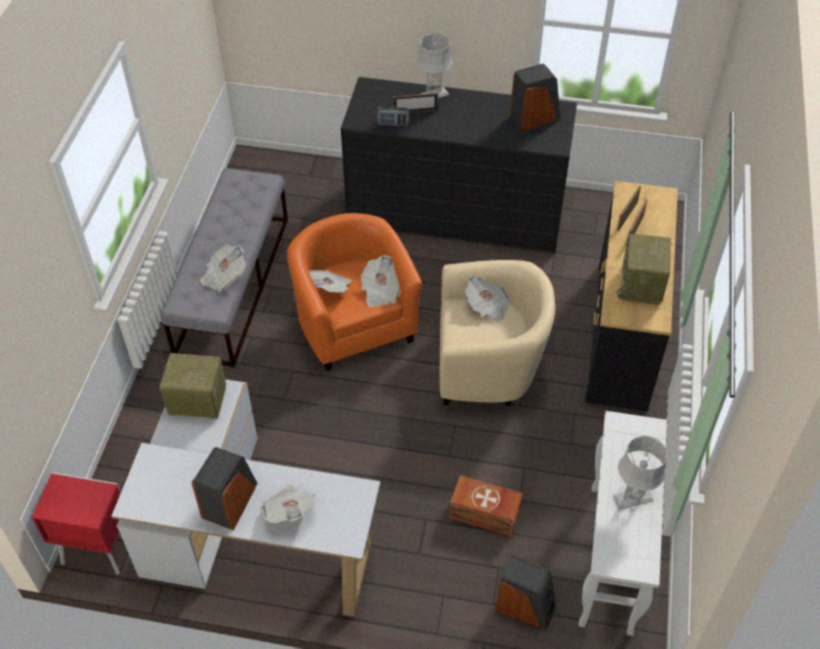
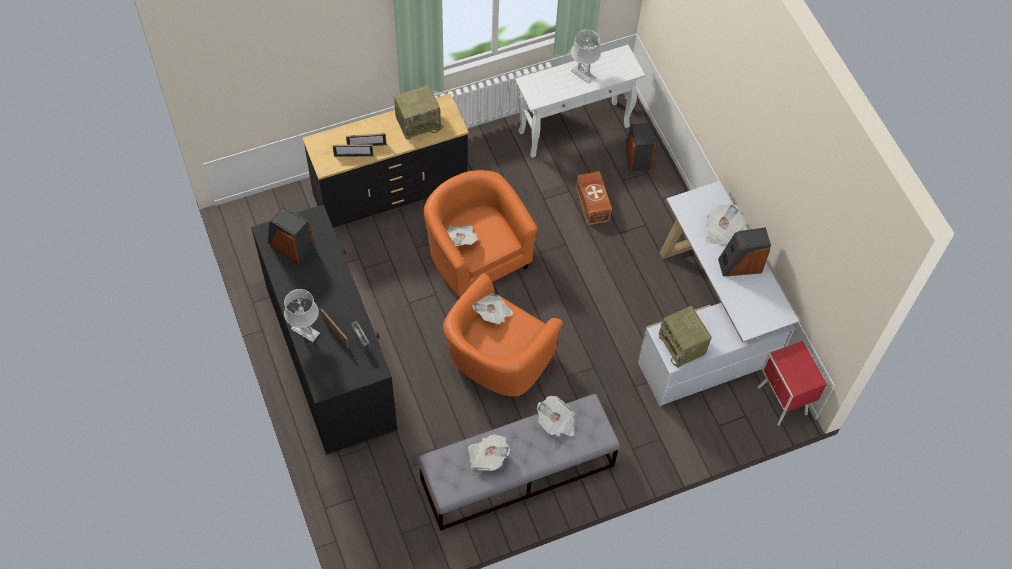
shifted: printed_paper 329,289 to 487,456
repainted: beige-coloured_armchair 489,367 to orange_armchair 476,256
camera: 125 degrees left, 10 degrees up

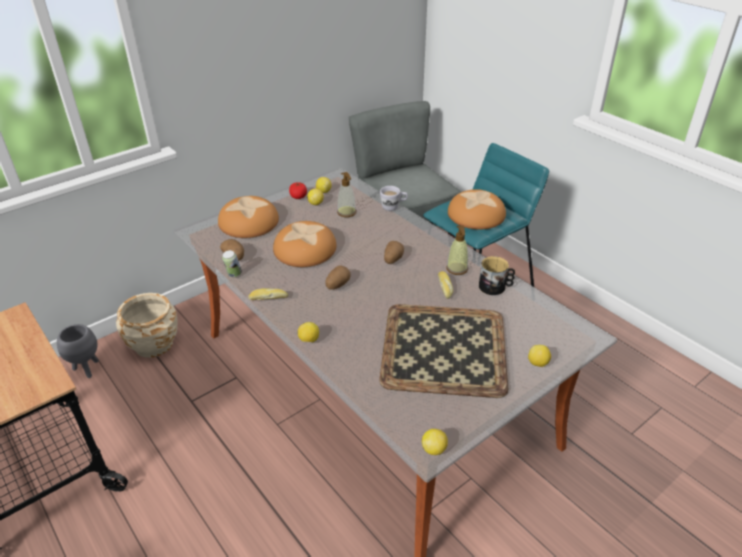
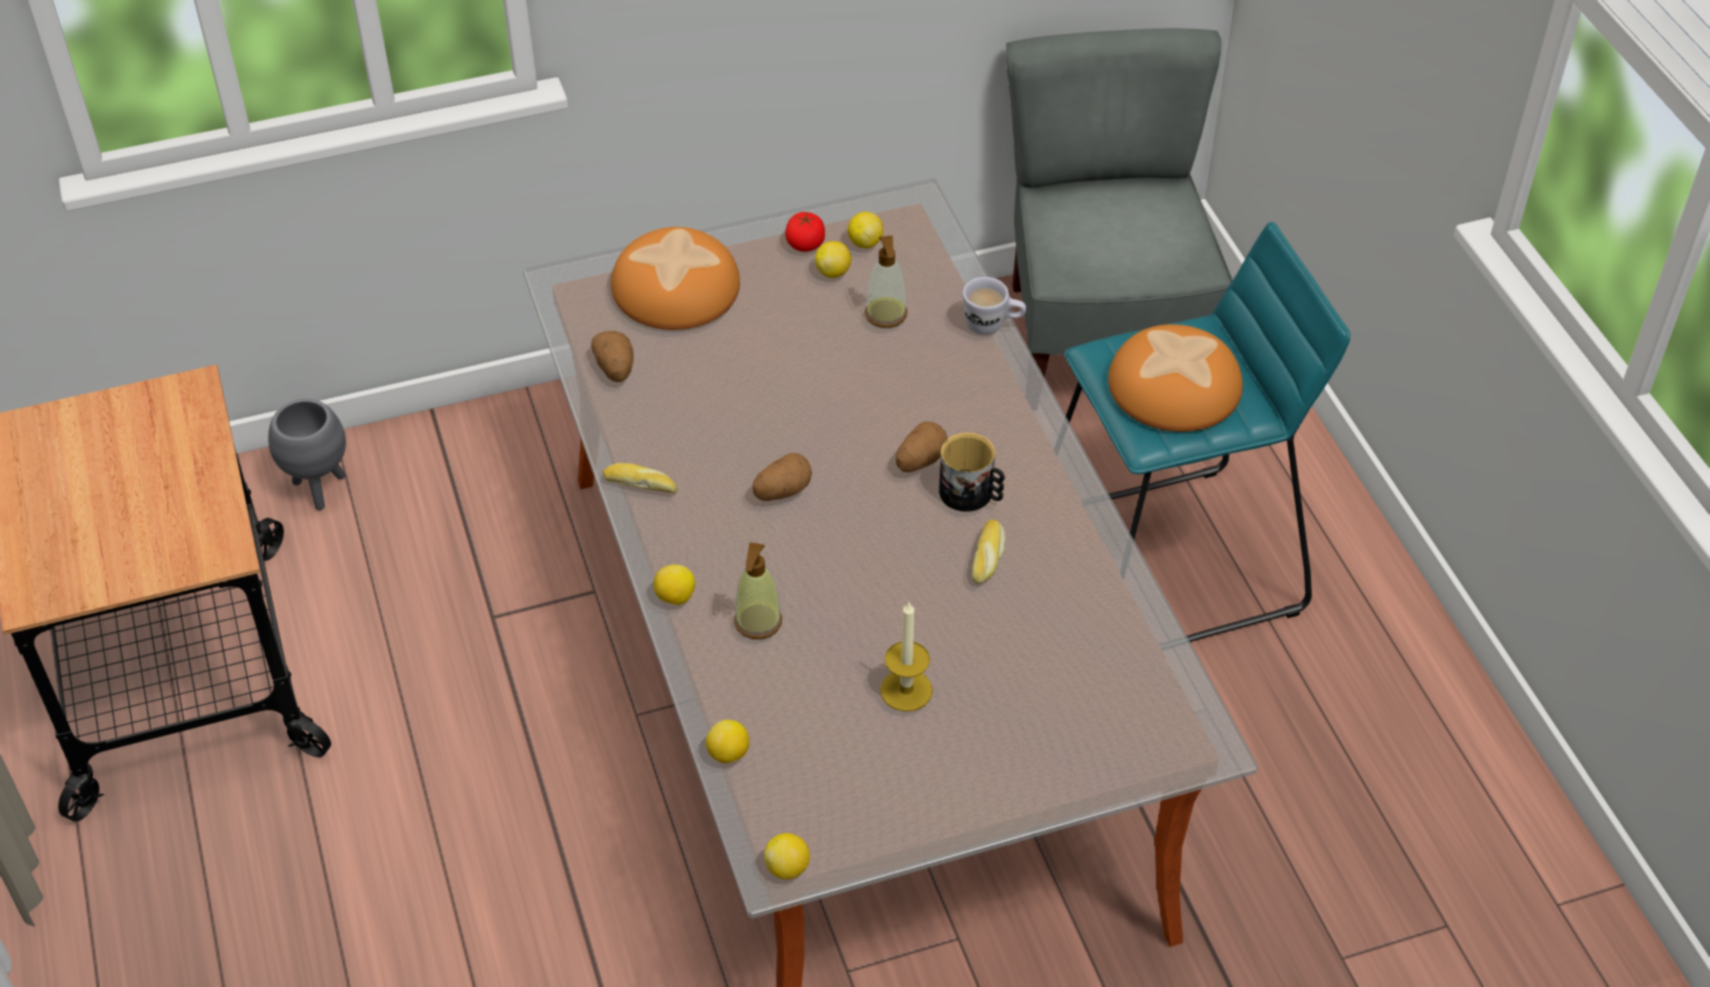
gone: beige-coloured_flower_pot 153,344; metal_can 233,275; bakery_bread 305,249
shifted: soap_dispenser 457,269 to 758,622; tea_mug 495,287 to 972,494; whole_lemon 538,363 to 728,754
swapped: tray 442,350 to wax_light 906,690
camera: 20 degrees right, 10 degrees up

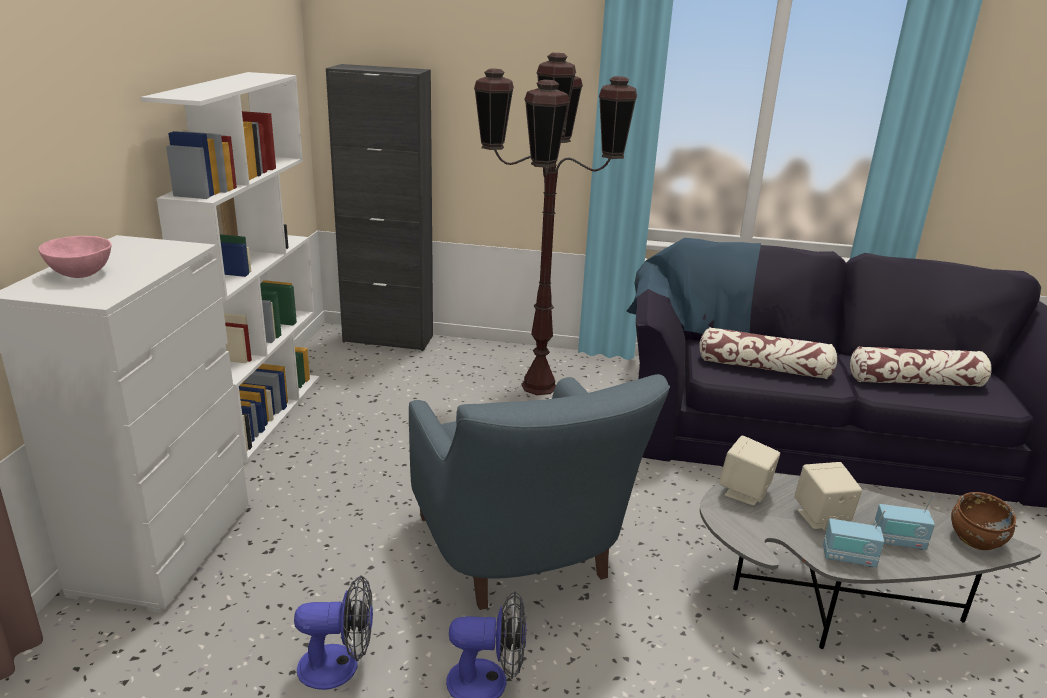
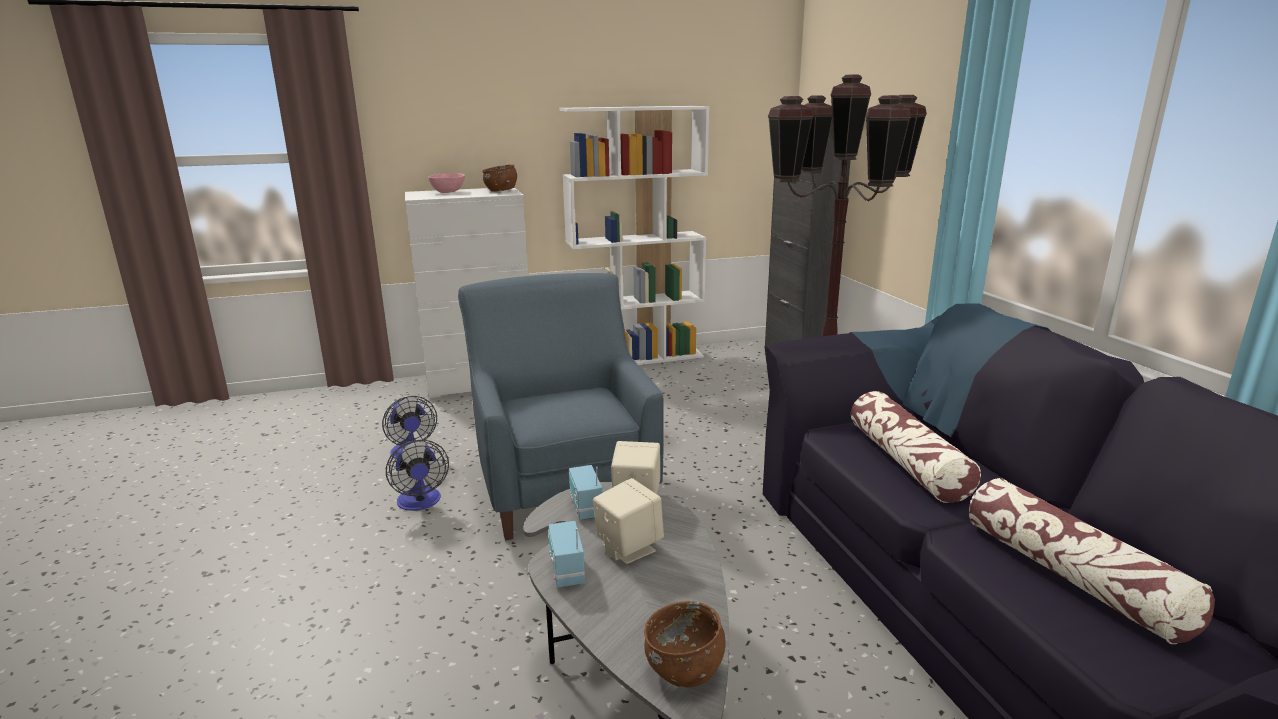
new: brown_bowl 501,190
shifted: radio_receiver 898,541 to 585,508
rotated: bluish_armchair 523,557 = 562,482 120 degrees clockwise
camera: 65 degrees right, 5 degrees down

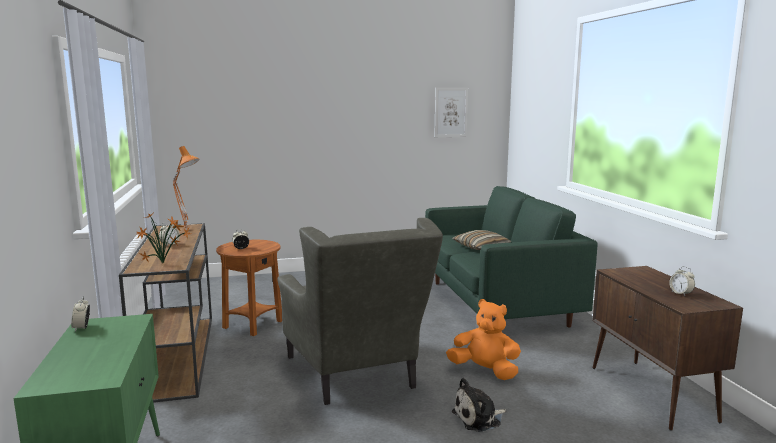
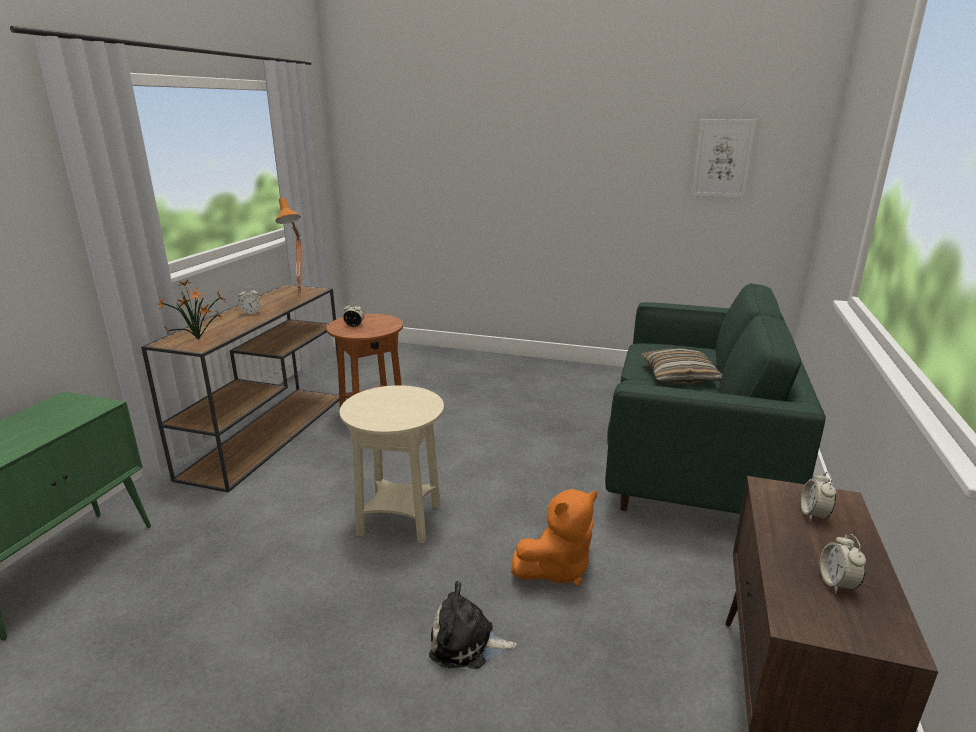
shifted: alarm_clock 82,328 to 814,514
swapped: grey_armchair 358,376 to beige-coloured_end_table 399,520
rotated: orange_cuddly_toy 485,371 = 556,568 90 degrees clockwise
camera: 30 degrees right, 10 degrees up

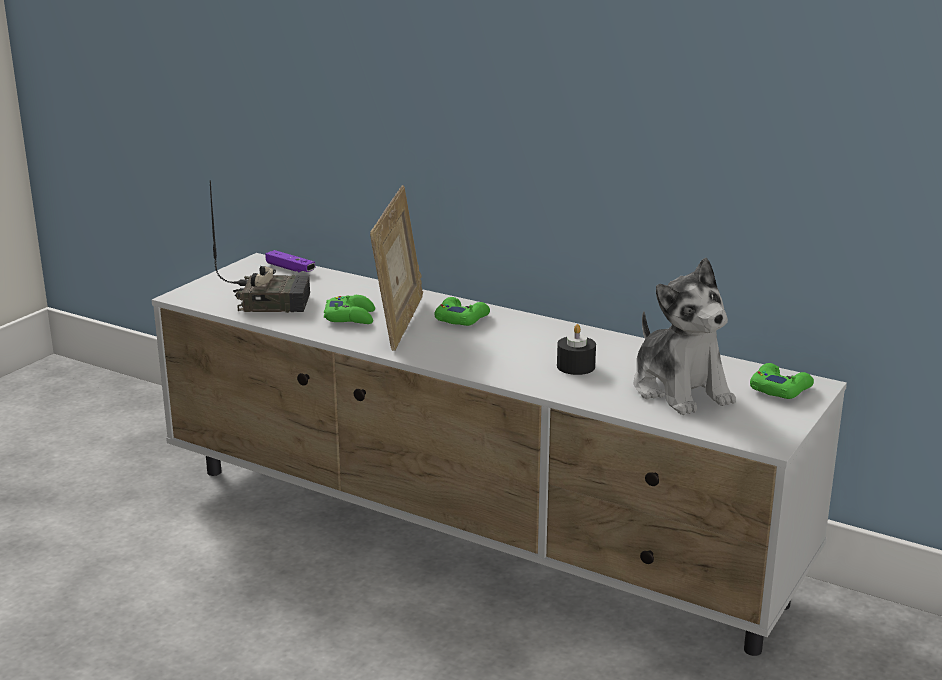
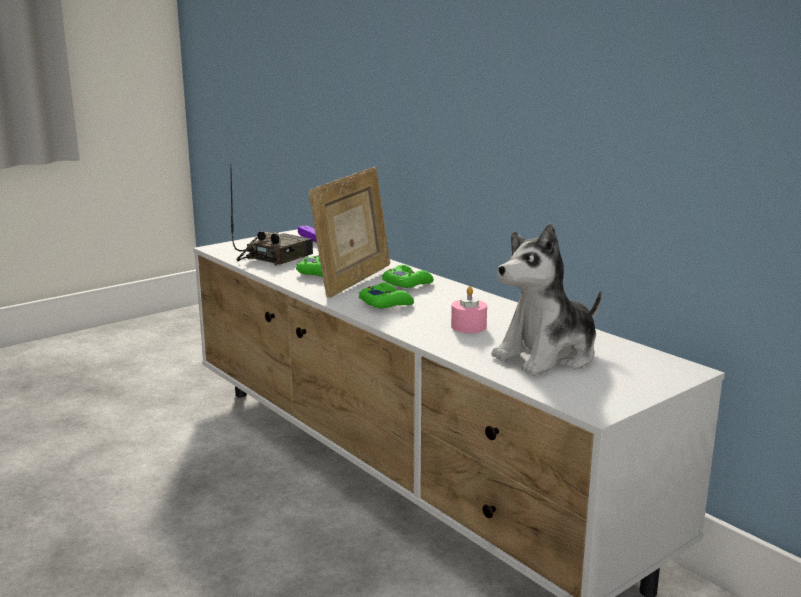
shifted: greenish_game_controller 780,389 to 386,303
repainted: blackish_wax_light 575,366 to pinkish_wax_light 468,326
rotated: radio_receiver 272,301 = 274,257 75 degrees counterclockwise; cuddly_toy 680,390 = 548,356 60 degrees clockwise
camera: 20 degrees right, 5 degrees down

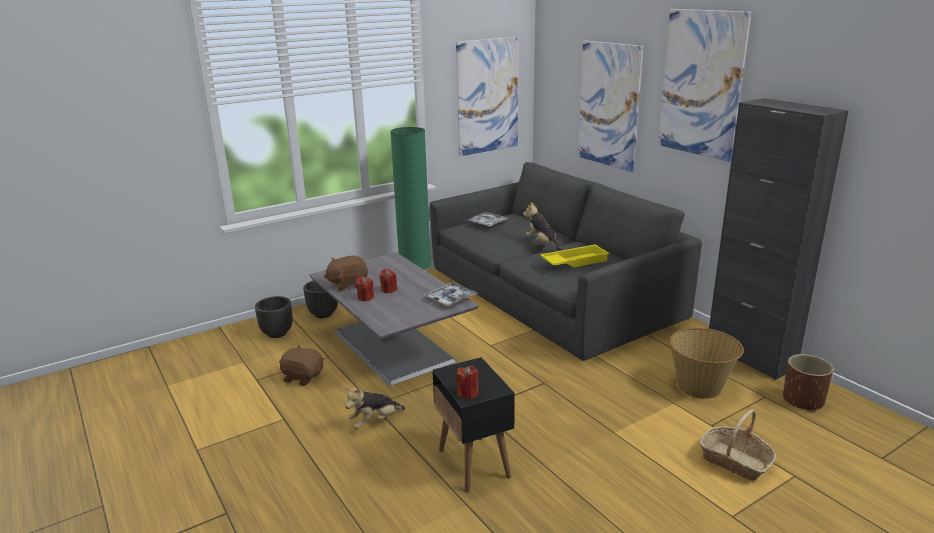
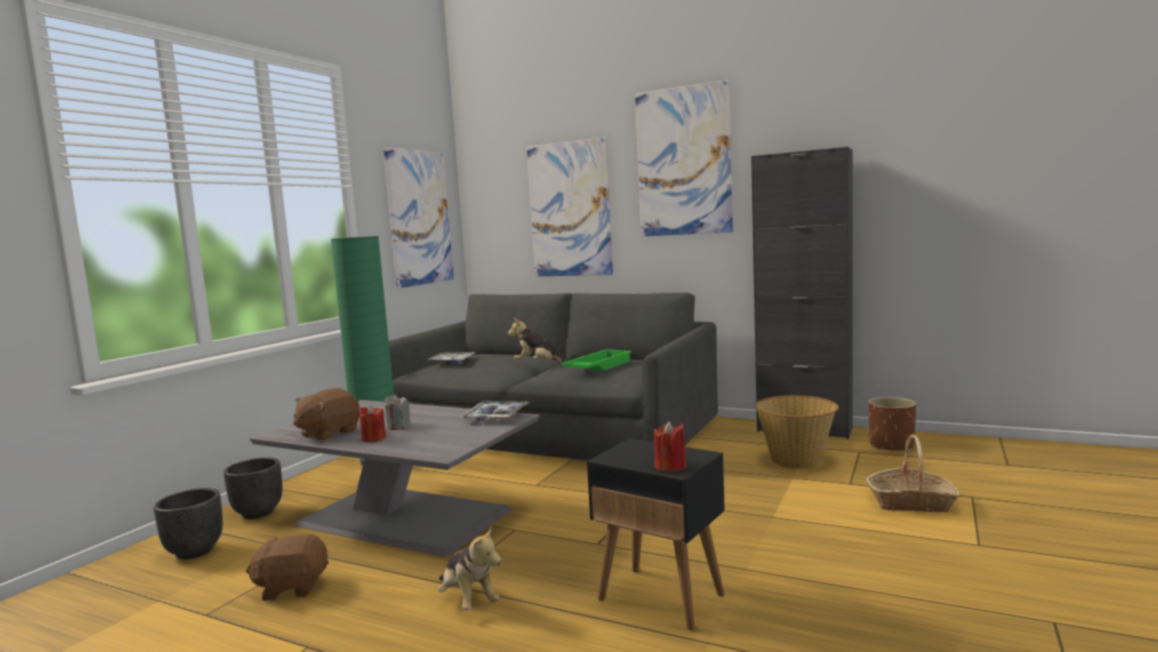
repainted: red-coloured_wax_light 389,290 to grey_wax_light 398,426; yellow_tray 574,261 to greenish_tray 597,367
rotated: cuddly_toy 374,422 = 468,600 60 degrees counterclockwise
camera: 30 degrees left, 15 degrees down

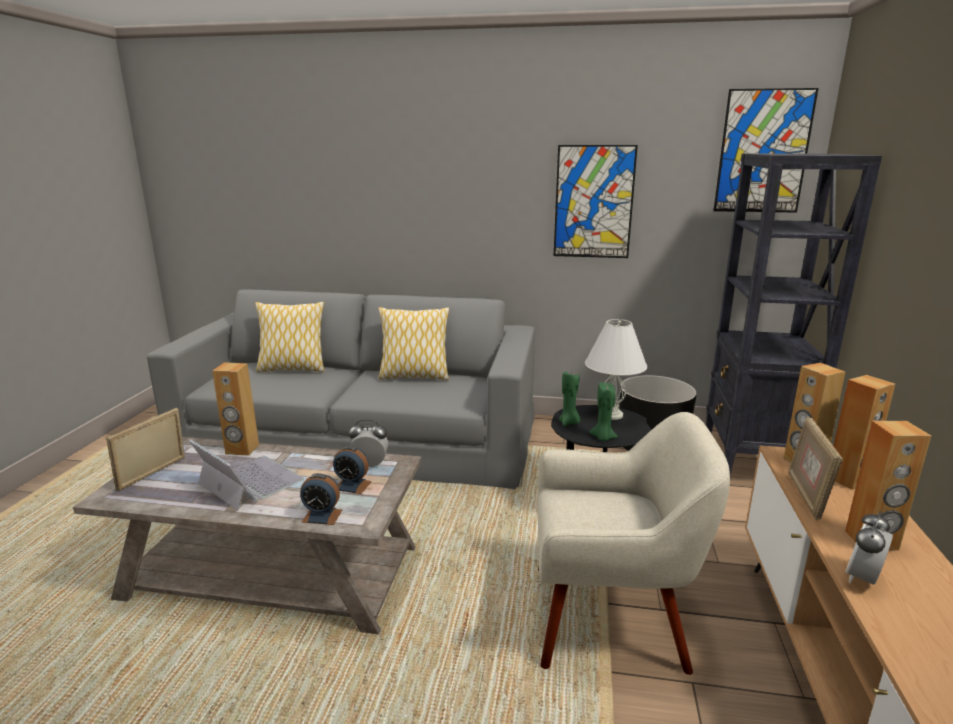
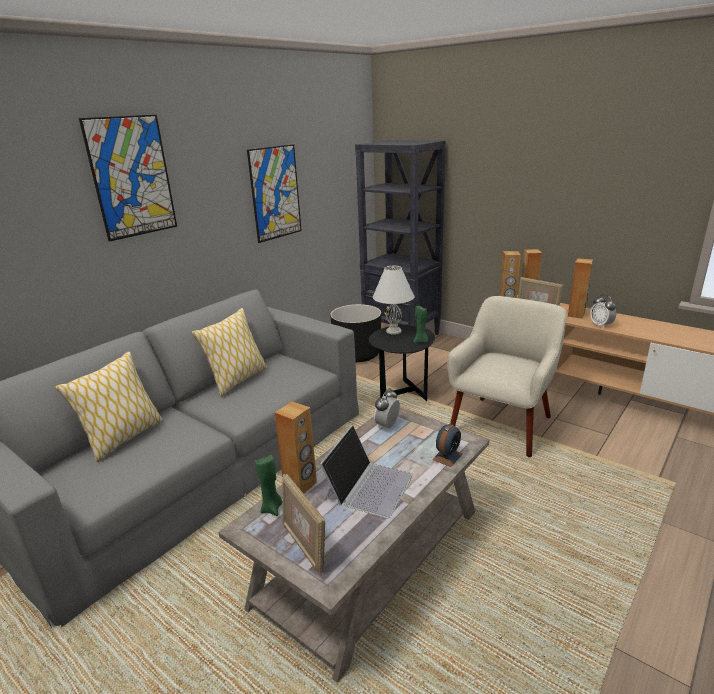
gone: alarm_clock 352,485
shifted: greenish_wax_light 569,423 to 272,508; picture 763,152 to 132,177
rotated: notebook_computer 249,482 = 368,486 135 degrees clockwise
camera: 60 degrees left, 5 degrees up

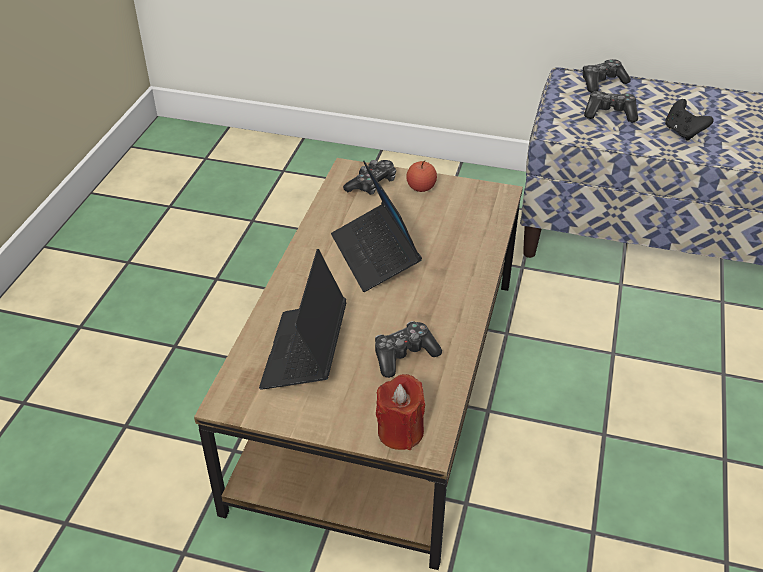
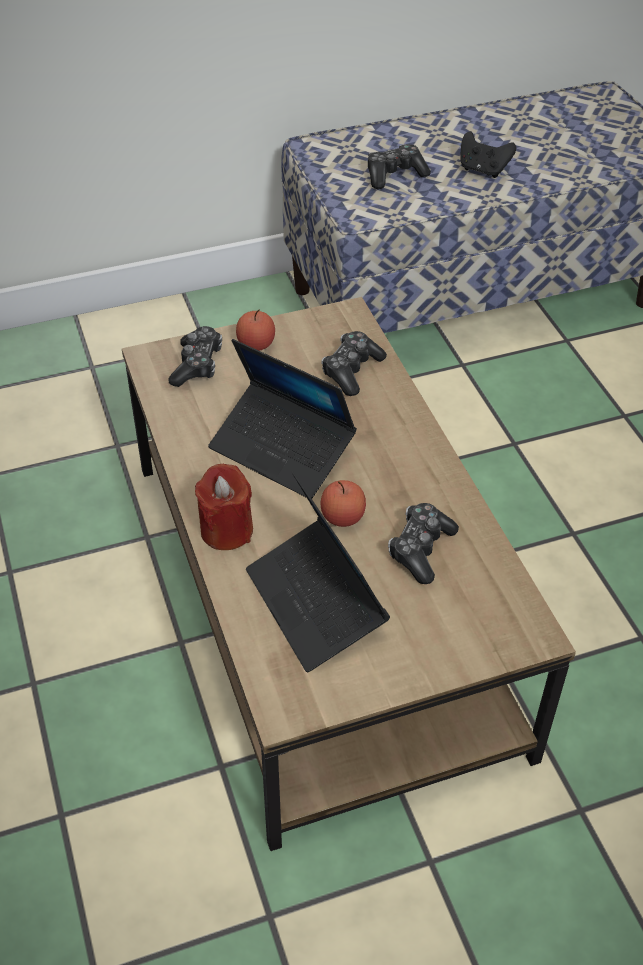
new: whole_apple 342,517
shifted: red-coloured_wax_light 400,431 to 226,530; game_controller 602,82 to 351,370
camera: 35 degrees left, 5 degrees up

